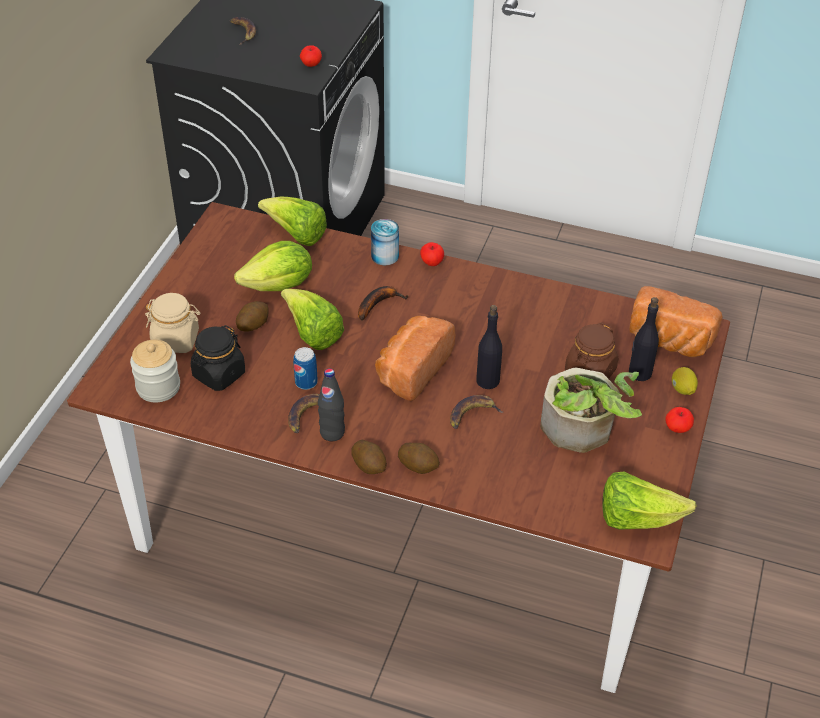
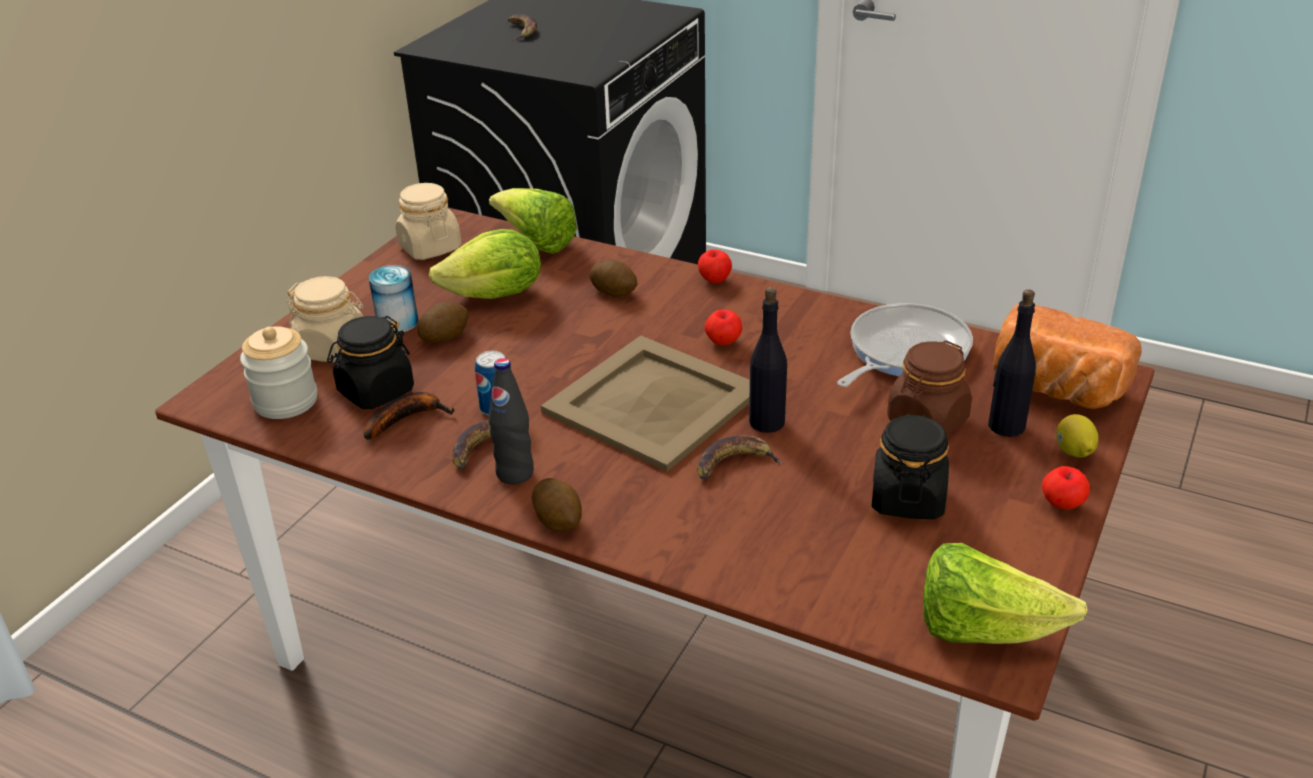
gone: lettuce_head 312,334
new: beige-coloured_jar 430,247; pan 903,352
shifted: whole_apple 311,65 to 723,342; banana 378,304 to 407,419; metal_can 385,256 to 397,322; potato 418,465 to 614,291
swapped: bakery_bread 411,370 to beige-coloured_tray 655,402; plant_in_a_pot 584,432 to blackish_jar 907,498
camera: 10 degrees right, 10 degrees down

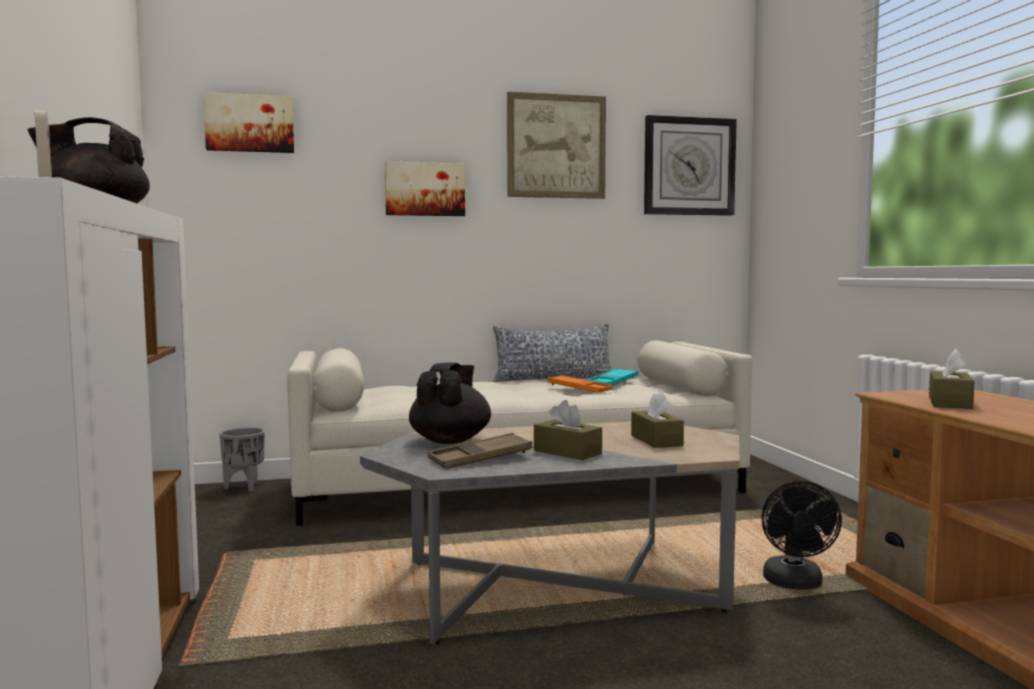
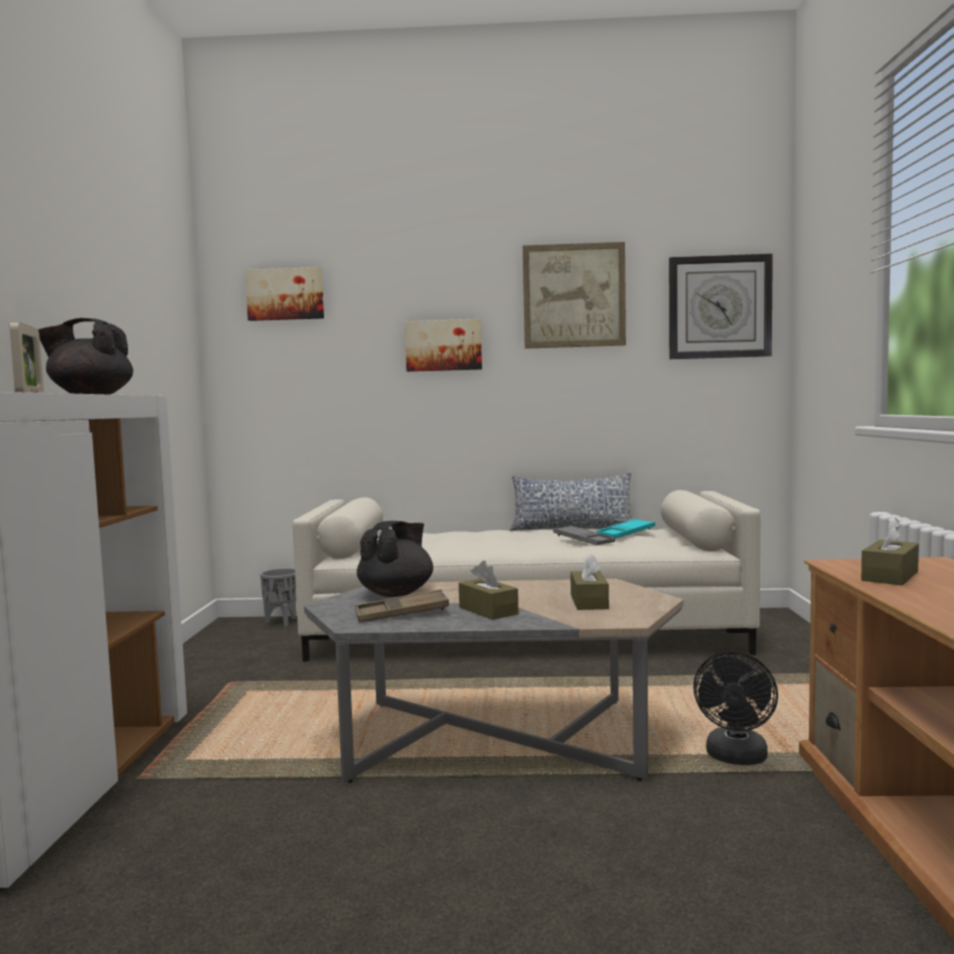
repainted: orange_tray 579,389 to grey_tray 583,540
camera: 15 degrees right, 0 degrees up

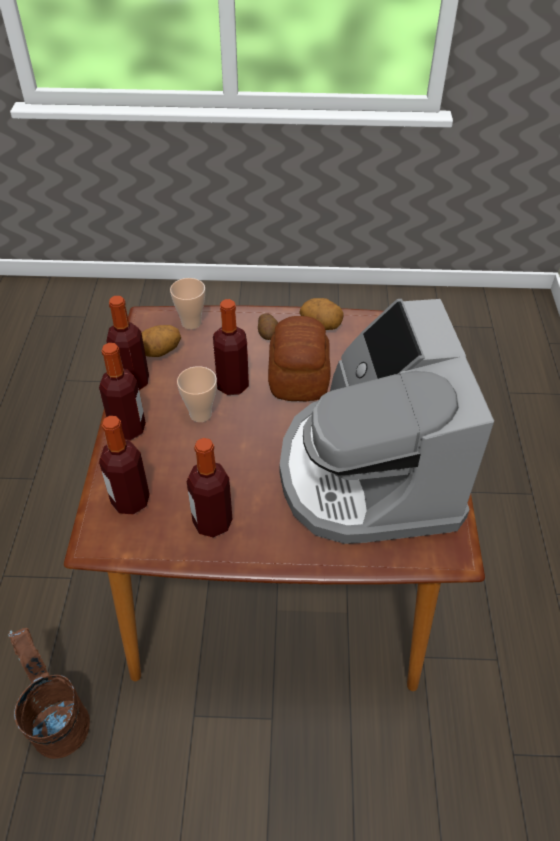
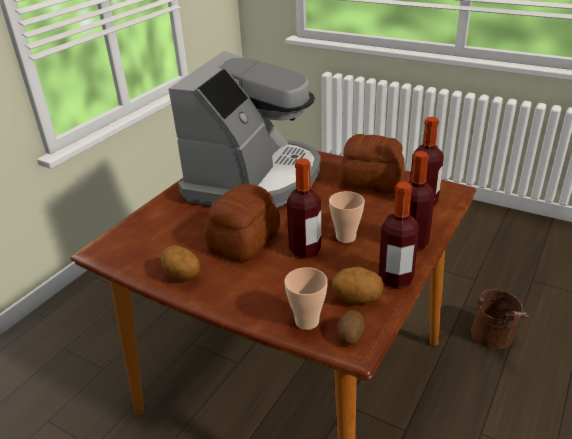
shifted: potato 268,333 to 350,335
swapped: beverage_bottle 212,522 to bakery_bread 371,181
camera: 150 degrees left, 15 degrees down

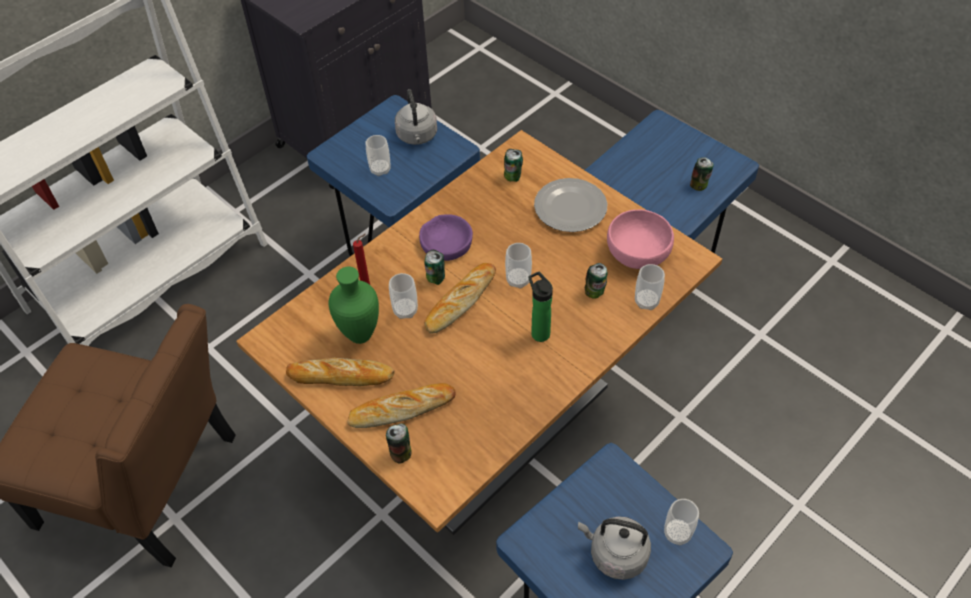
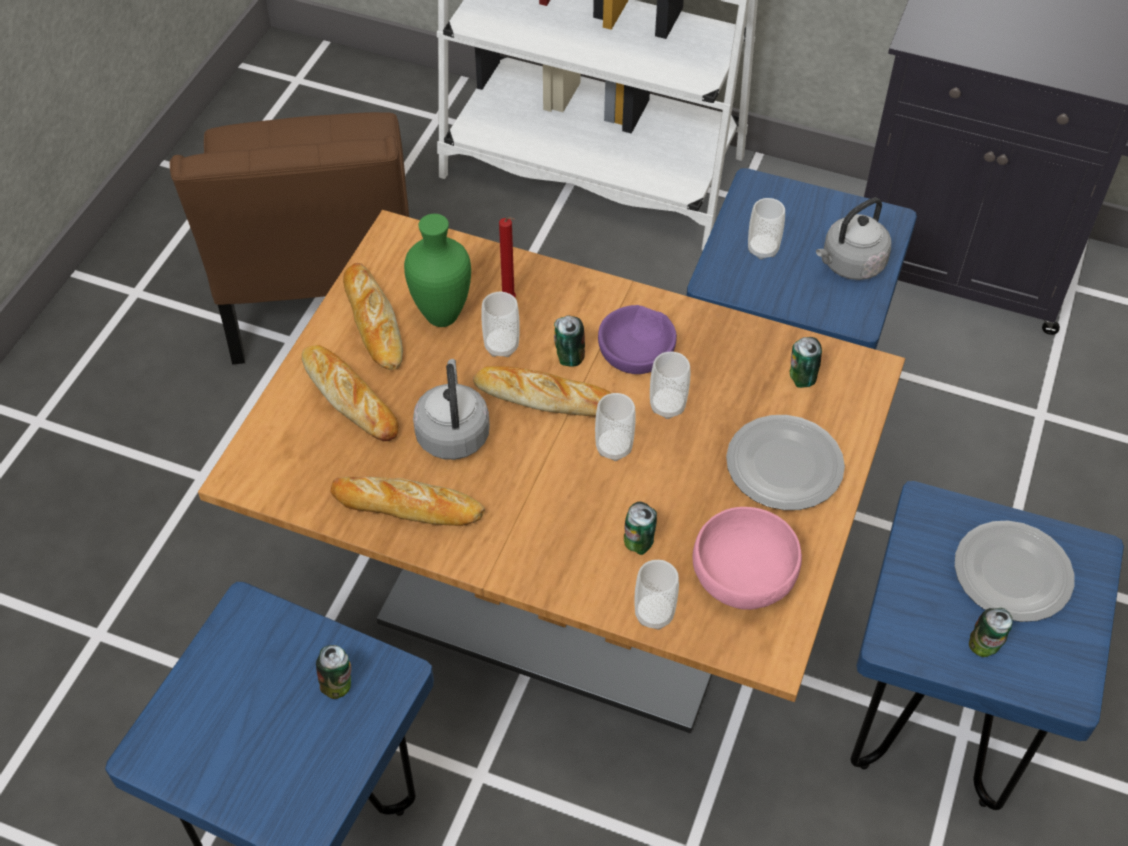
gone: beverage_bottle 539,332
new: bakery_bread 408,506; plate 1014,573
shifted: metal_can 401,453 to 338,685; grey_water_kettle 615,554 to 452,433; small_cup 677,533 to 667,406
camera: 65 degrees right, 0 degrees up

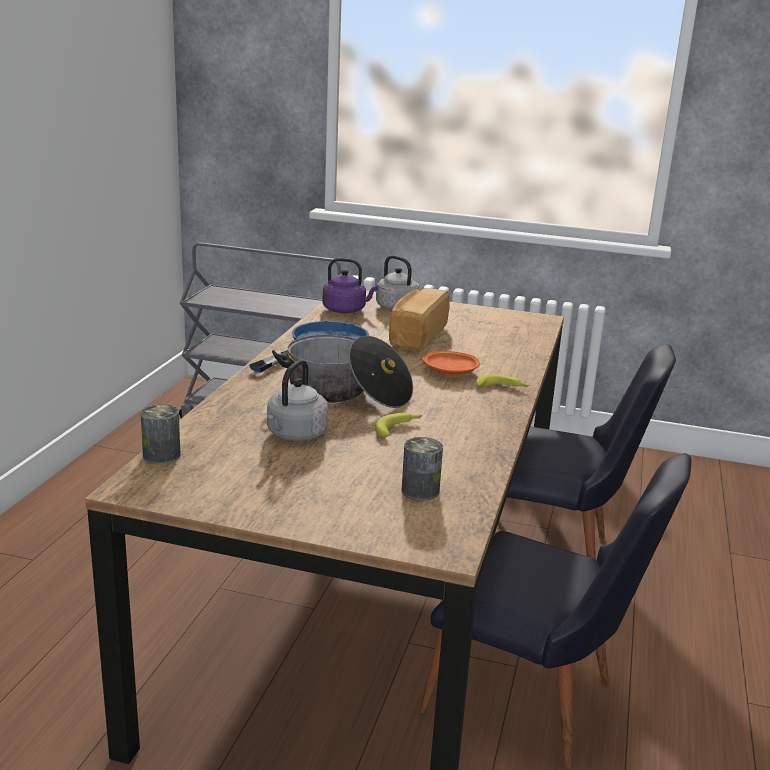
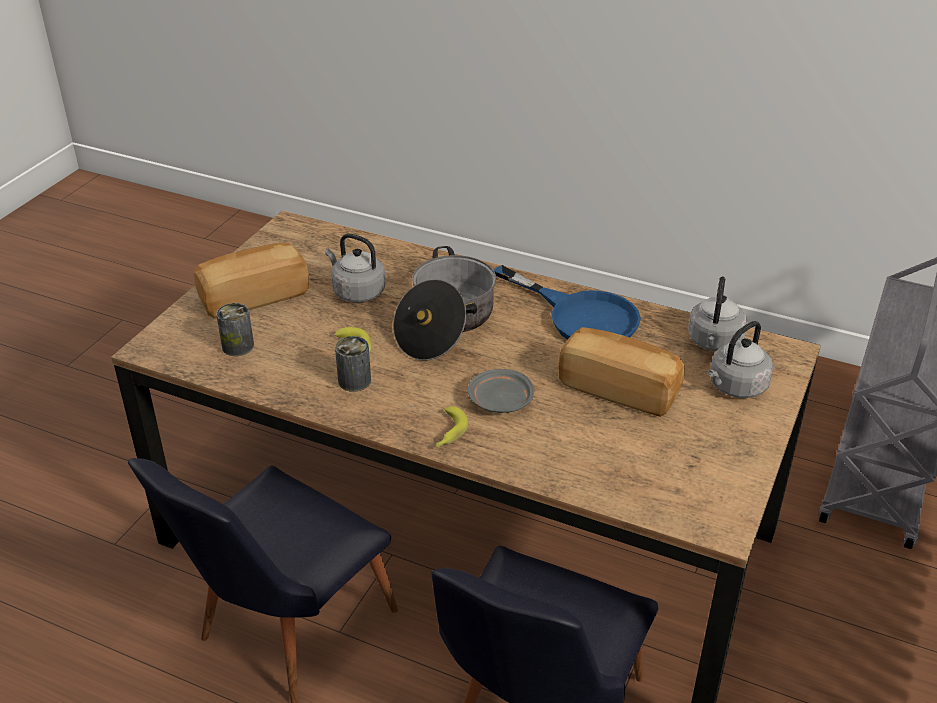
new: bakery_bread 253,297
shifted: metal_can 161,455 to 354,381
repainted: purple_water_kettle 346,310 to grey_water_kettle 714,343; orange_plate 451,372 to grey_plate 500,401
camera: 100 degrees right, 15 degrees up

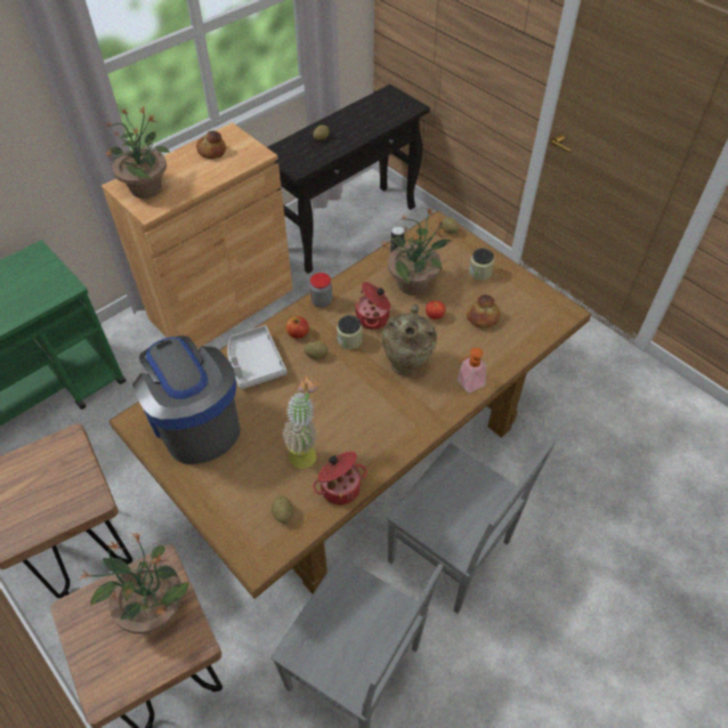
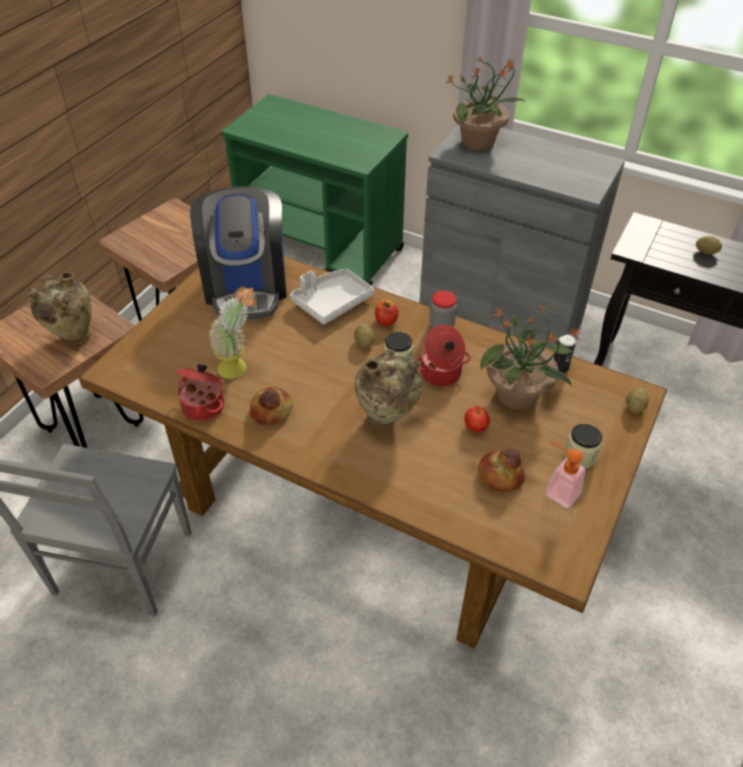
gone: potato 283,513; grey_chair 452,554
shifted: bakery_bread 212,151 to 271,411; soap_dispenser 466,384 to 557,490
swapped: plant_in_a_pot 153,608 to beige-coloured_flower_vase 73,336
repainted: brown_cupboard 221,304 to grey_cupboard 500,320
rotated: coffee_brewer 195,422 = 246,286 135 degrees clockwise
camera: 70 degrees right, 5 degrees down

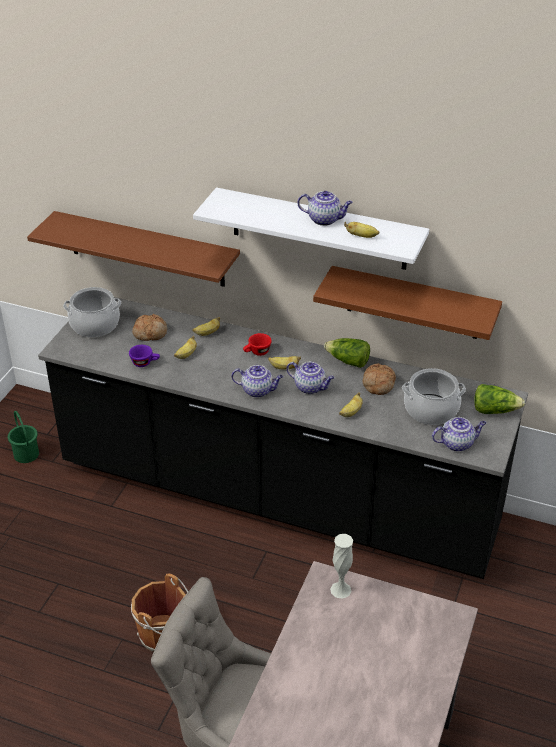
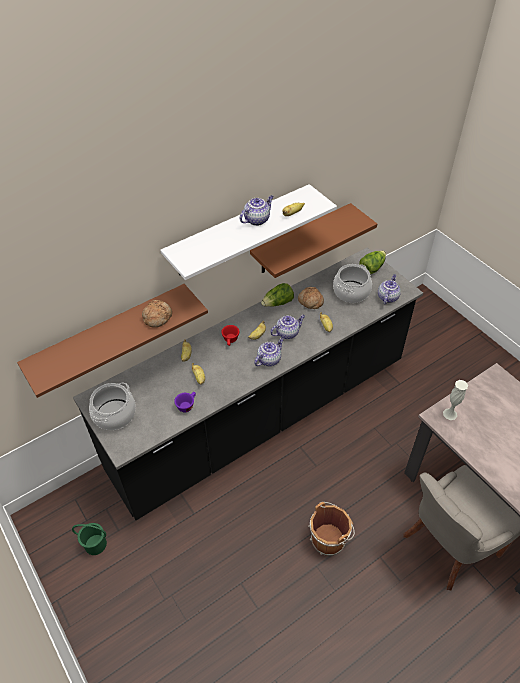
shifted: bakery_bread 150,333 to 157,317
camera: 55 degrees left, 10 degrees up

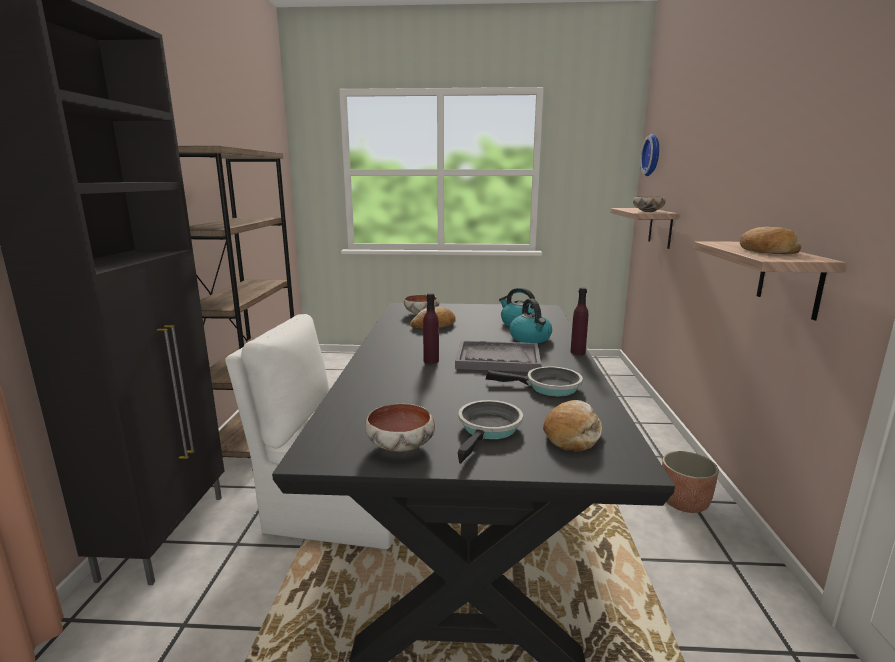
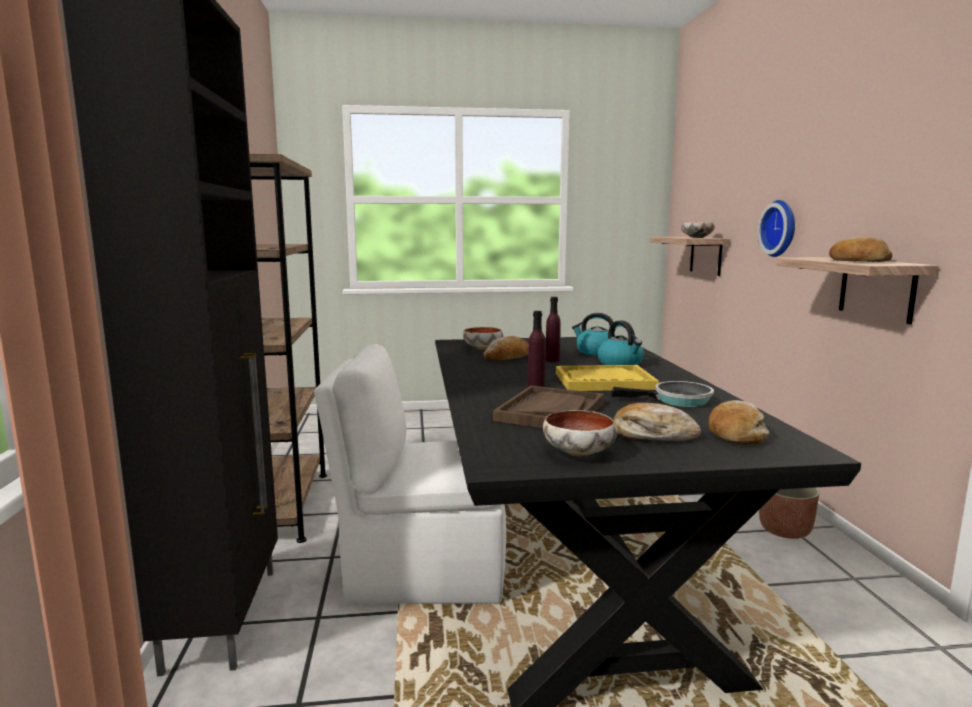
new: brown_tray 550,411
shifted: purple_beverage_bottle 577,352 to 552,360; hanging_clock 653,155 to 781,228
swapped: pan 488,430 to bakery_bread 652,435
repainted: grey_tray 497,359 to yellow_tray 604,381
camera: 10 degrees left, 5 degrees down

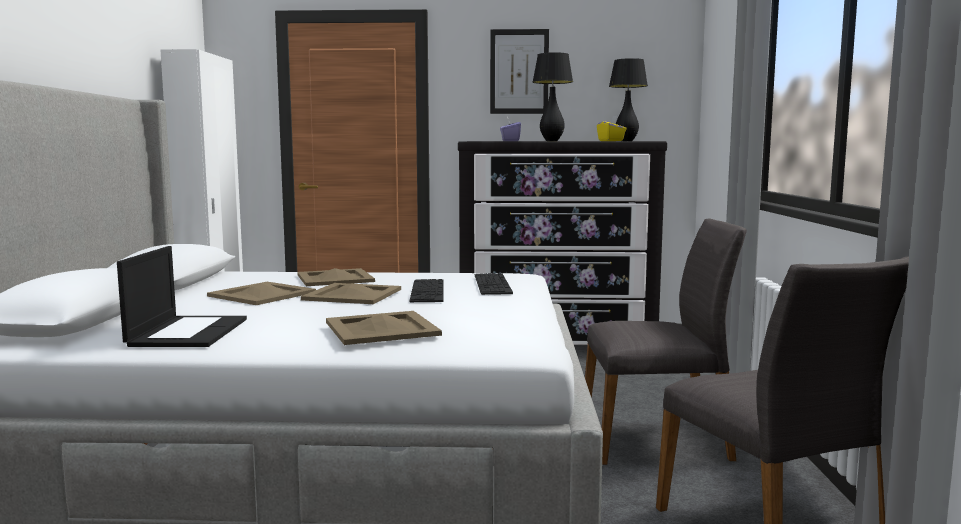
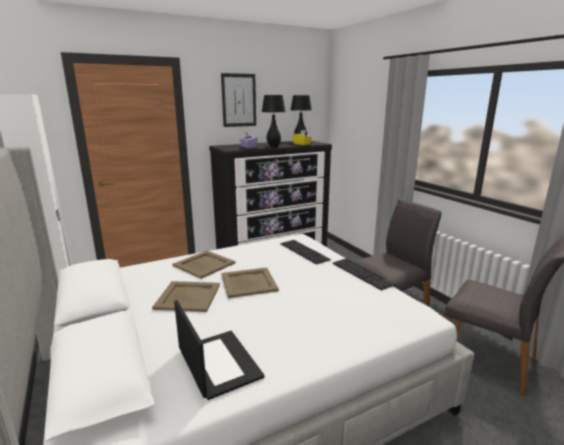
gone: beige-coloured_tray 383,329
shifted: computer_keyboard 427,291 to 362,273
camera: 30 degrees left, 10 degrees up

